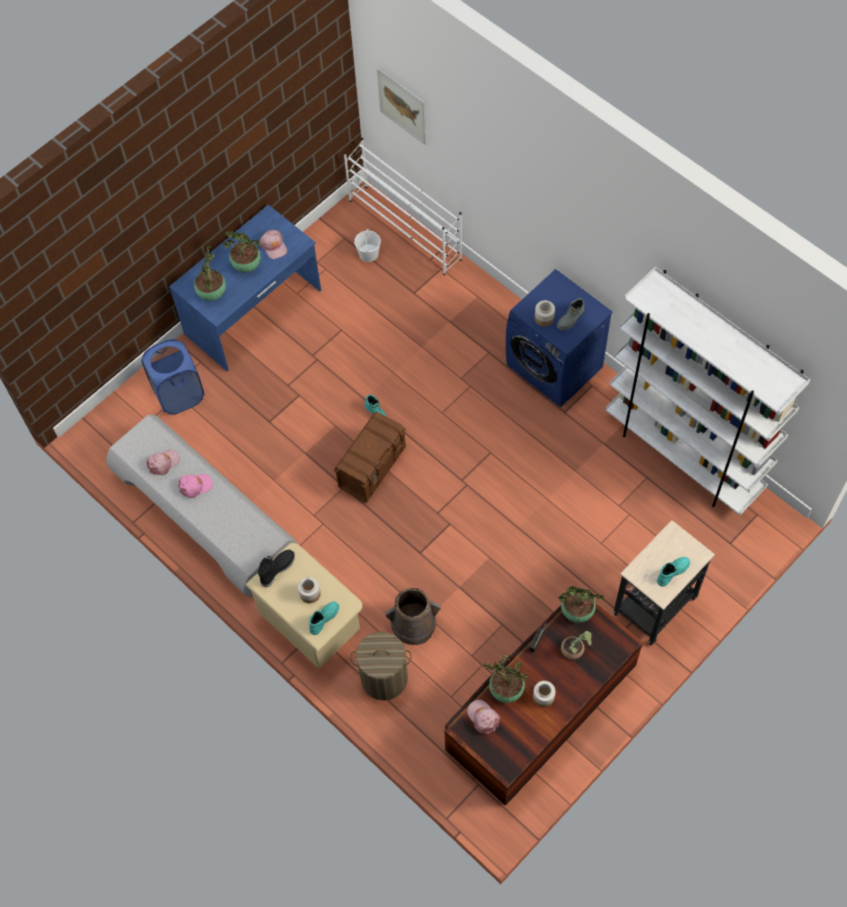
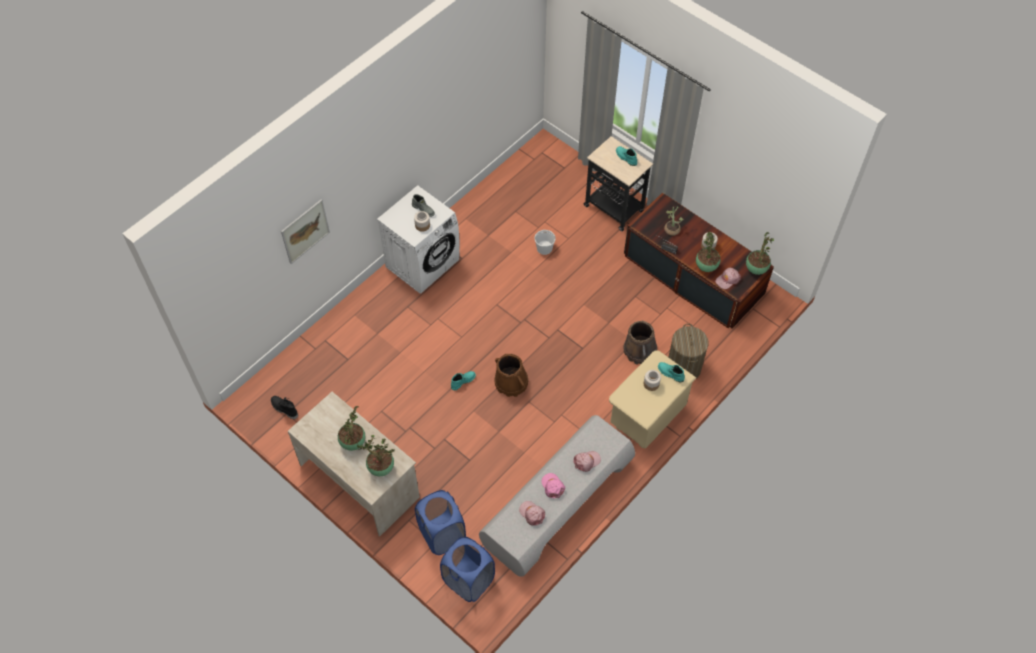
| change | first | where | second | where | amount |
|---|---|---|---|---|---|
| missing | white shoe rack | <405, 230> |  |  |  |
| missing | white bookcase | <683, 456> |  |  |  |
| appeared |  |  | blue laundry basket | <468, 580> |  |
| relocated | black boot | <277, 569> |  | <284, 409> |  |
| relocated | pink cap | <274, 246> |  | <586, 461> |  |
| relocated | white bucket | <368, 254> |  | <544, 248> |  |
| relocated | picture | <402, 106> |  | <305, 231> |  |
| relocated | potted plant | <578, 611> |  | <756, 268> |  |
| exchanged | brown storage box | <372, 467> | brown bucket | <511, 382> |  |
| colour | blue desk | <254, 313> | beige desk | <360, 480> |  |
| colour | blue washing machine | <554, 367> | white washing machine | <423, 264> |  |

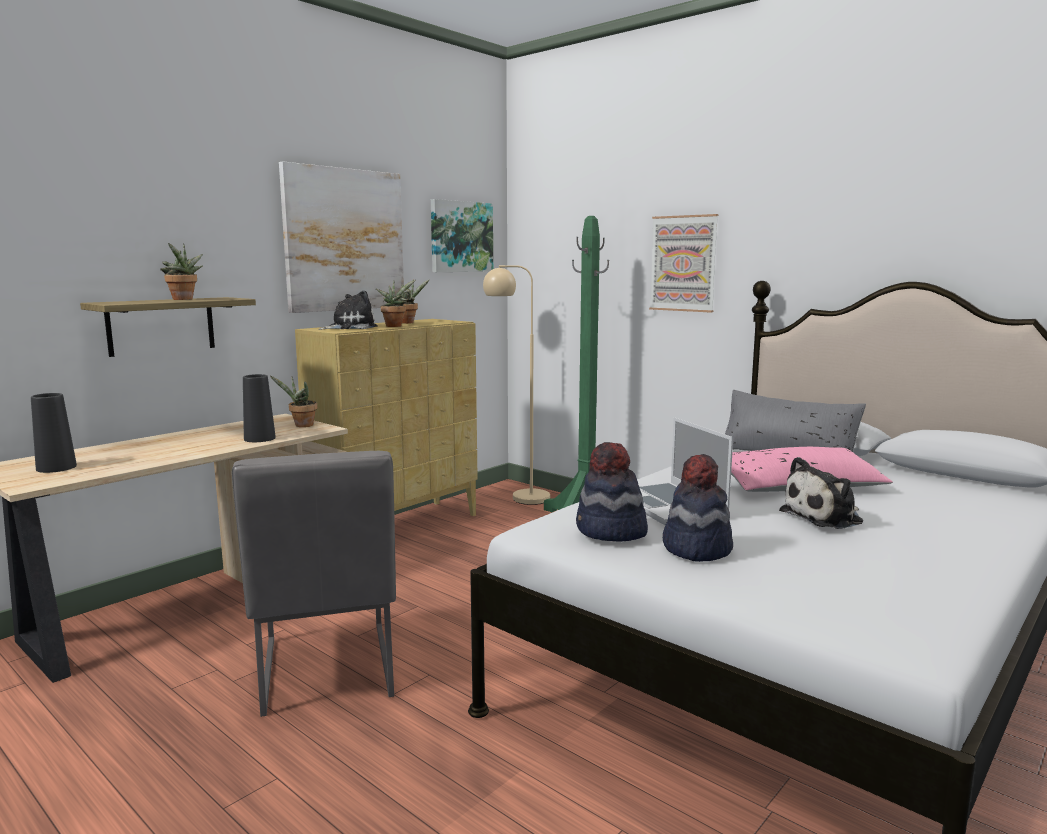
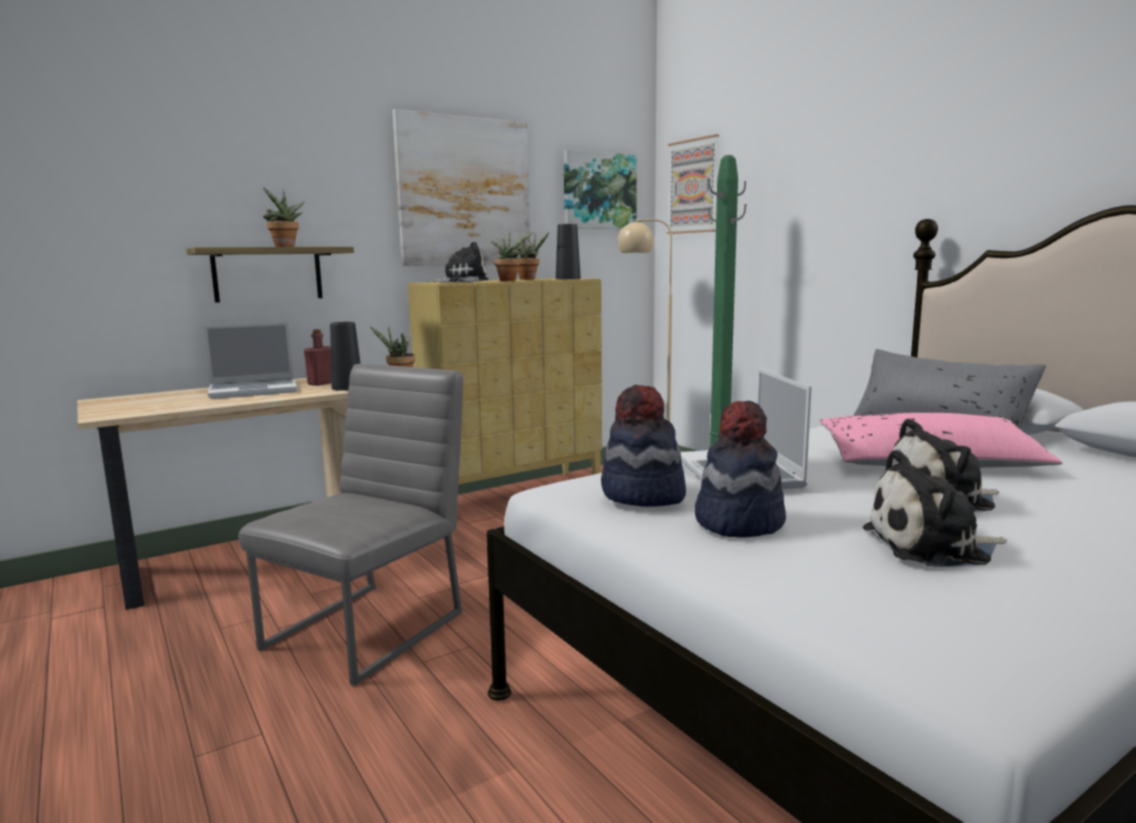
| change | first | where | second | where | amount |
|---|---|---|---|---|---|
| appeared |  |  | laptop | <255, 390> |  |
| appeared |  |  | red bottle | <321, 383> |  |
| appeared |  |  | plush toy | <932, 547> |  |
| relocated | black vase | <56, 467> |  | <568, 279> |  |
| relocated | picture | <683, 263> |  | <693, 186> |  |
| spun | grey chair | <326, 669> |  | <370, 628> | 150 degrees counterclockwise |

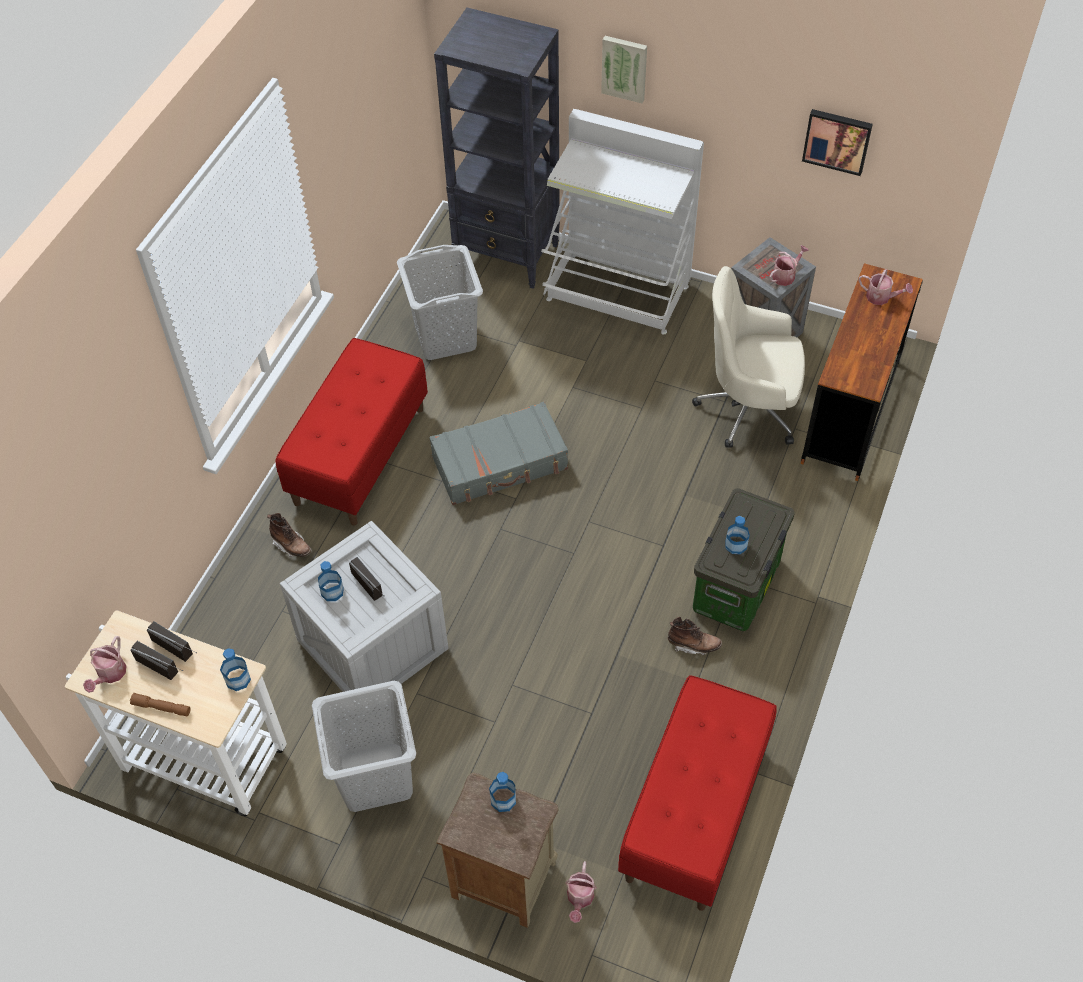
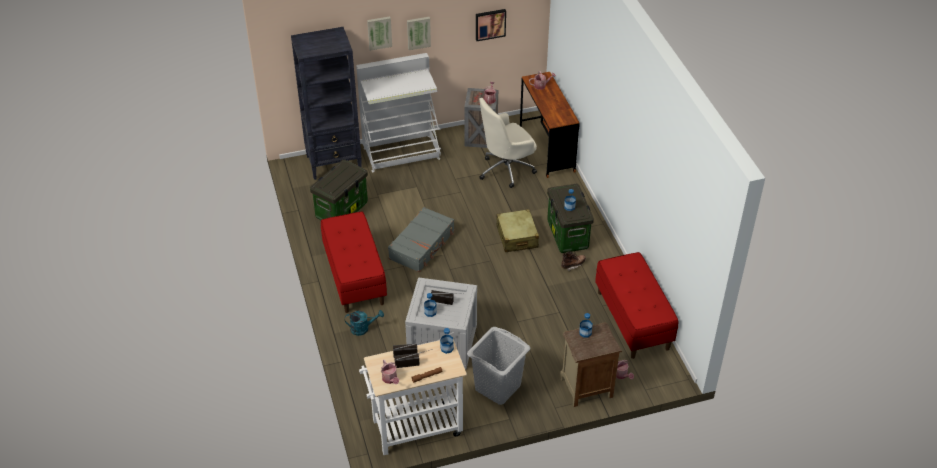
| change | first | where | second | where | amount |
|---|---|---|---|---|---|
| appeared |  |  | picture | <418, 32> |  |
| appeared |  |  | beige suitcase | <517, 237> |  |
| exchanged | brown boot | <291, 545> | turquoise watering can | <363, 328> |  |
| exchanged | grey laundry basket | <446, 337> | storage box | <342, 210> |  |

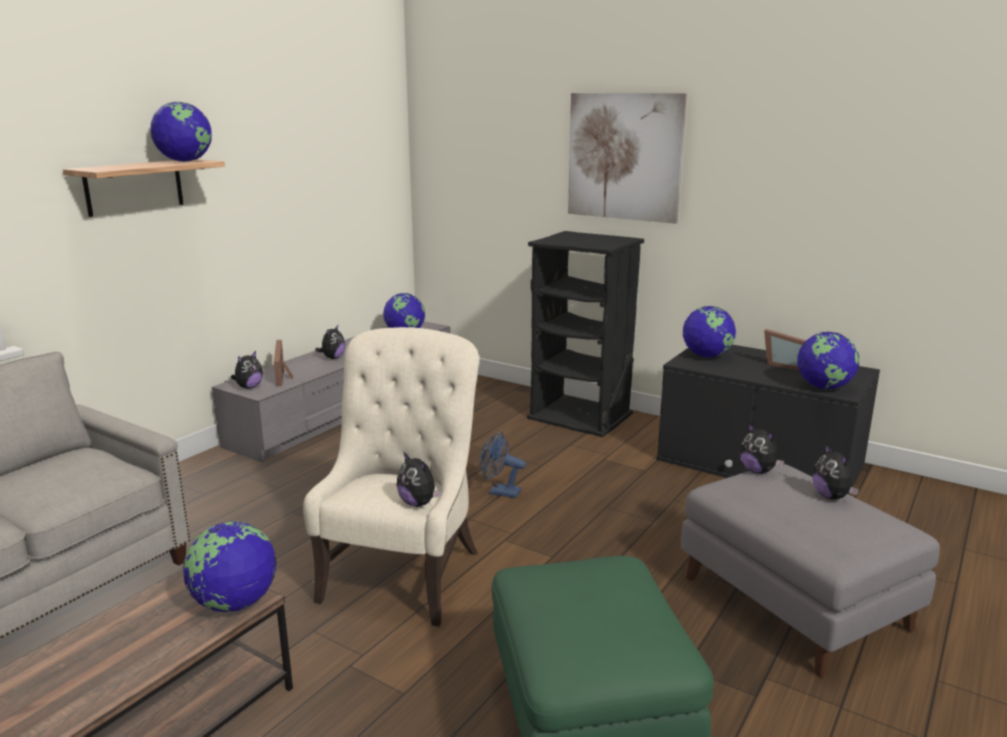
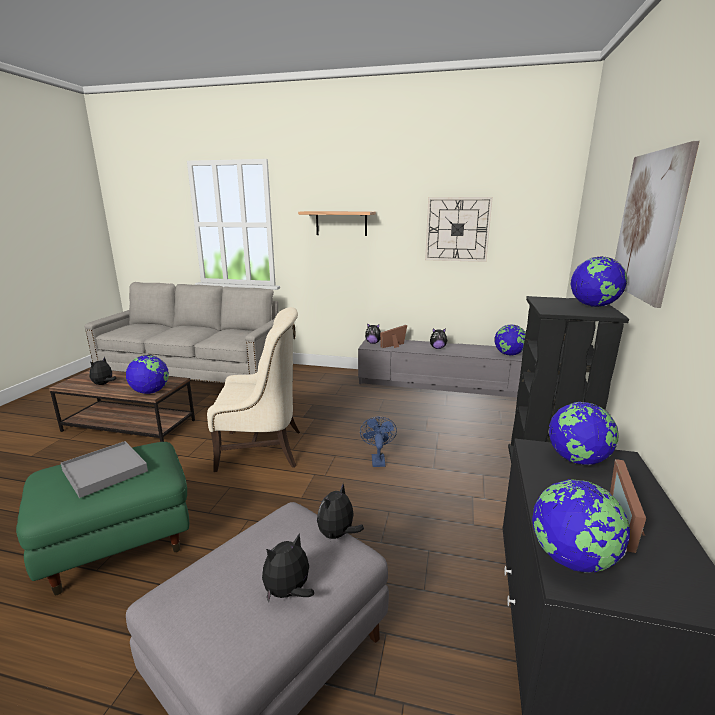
| change | first | where | second | where | amount |
|---|---|---|---|---|---|
| appeared |  |  | grey tray | <105, 471> |  |
| appeared |  |  | wall clock | <457, 229> |  |
| relocated | globe | <185, 161> |  | <593, 306> |  |
| relocated | plush toy | <418, 503> |  | <104, 384> |  |

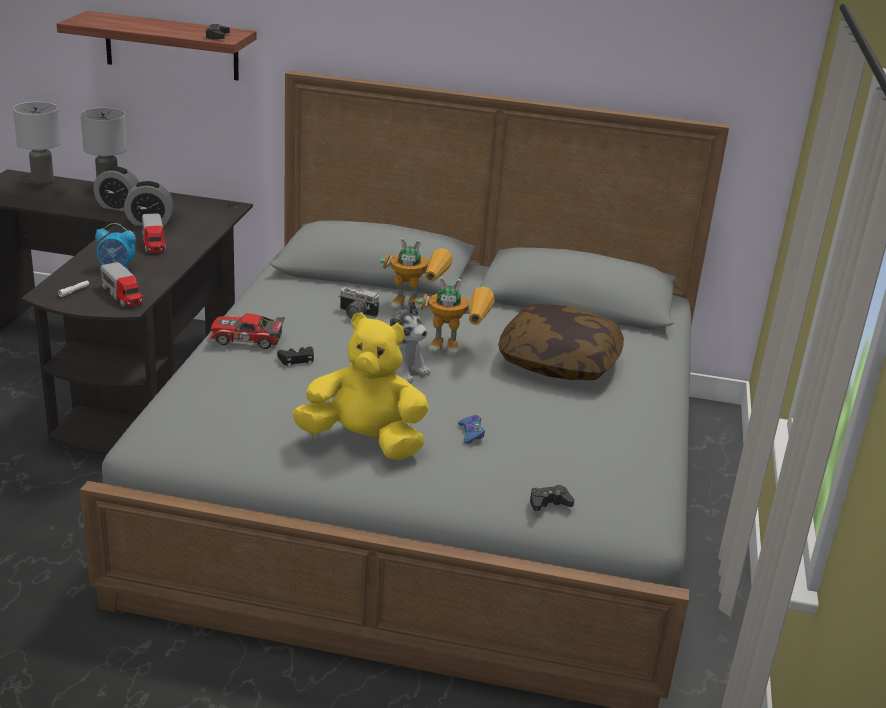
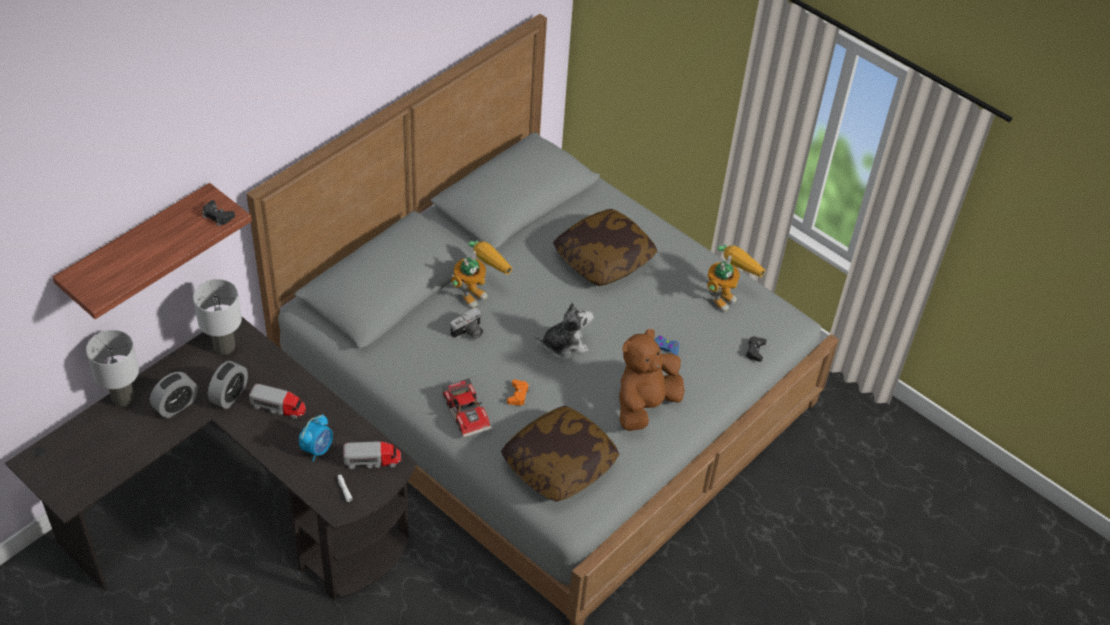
| change | first | where | second | where | amount |
|---|---|---|---|---|---|
| appeared |  |  | pillow | <559, 464> |  |
| relocated | white table lamp | <42, 183> |  | <225, 349> |  |
| relocated | toy robot | <457, 349> |  | <725, 295> |  |
| colour | black game controller | <297, 360> | orange game controller | <518, 395> |  |
| colour | yellow plush toy | <364, 442> | brown plush toy | <645, 405> |  |
| spun | toy car | <245, 340> |  | <468, 412> | 60 degrees counterclockwise |

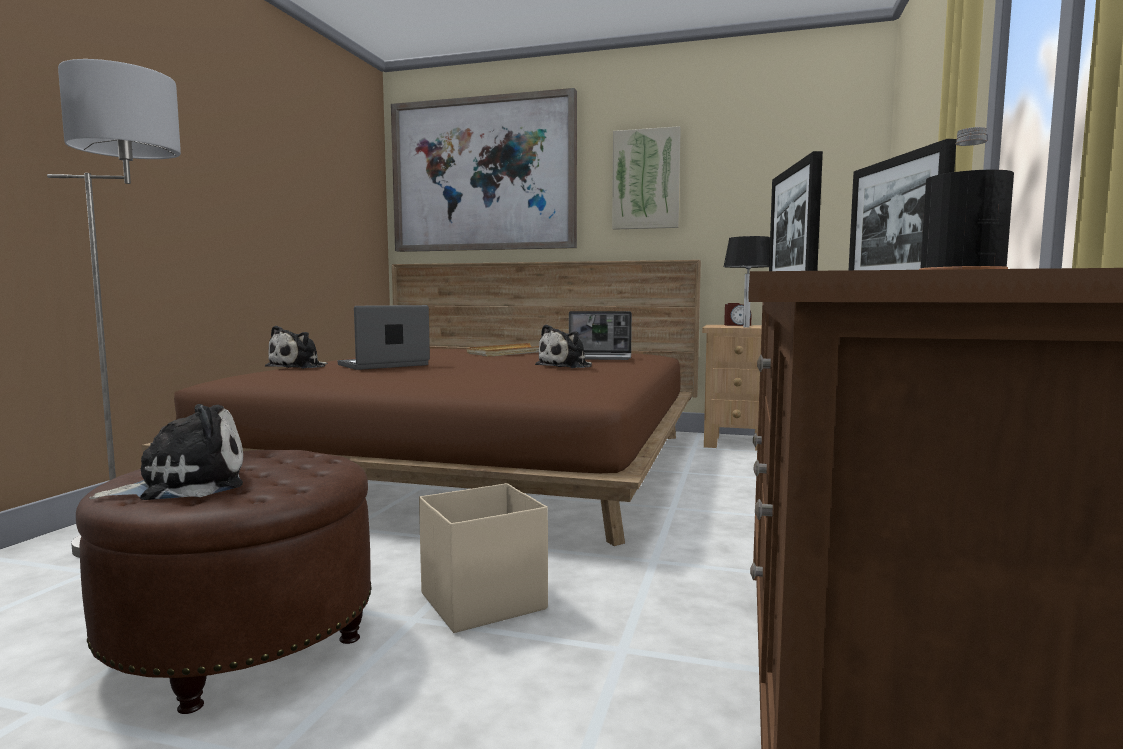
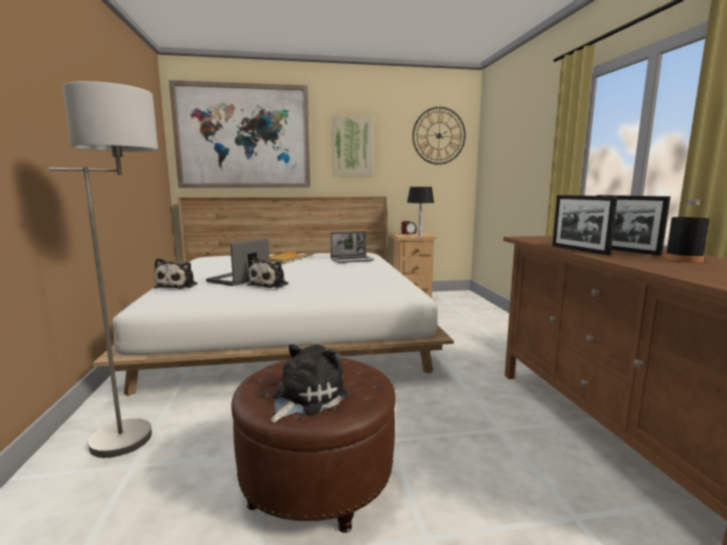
| change | first | where | second | where | amount |
|---|---|---|---|---|---|
| missing | beige storage box | <481, 602> |  |  |  |
| appeared |  |  | wall clock | <439, 136> |  |
| relocated | plush toy | <566, 366> |  | <270, 284> |  |
| colour | brown bed | <478, 463> | white bed | <289, 332> |  |

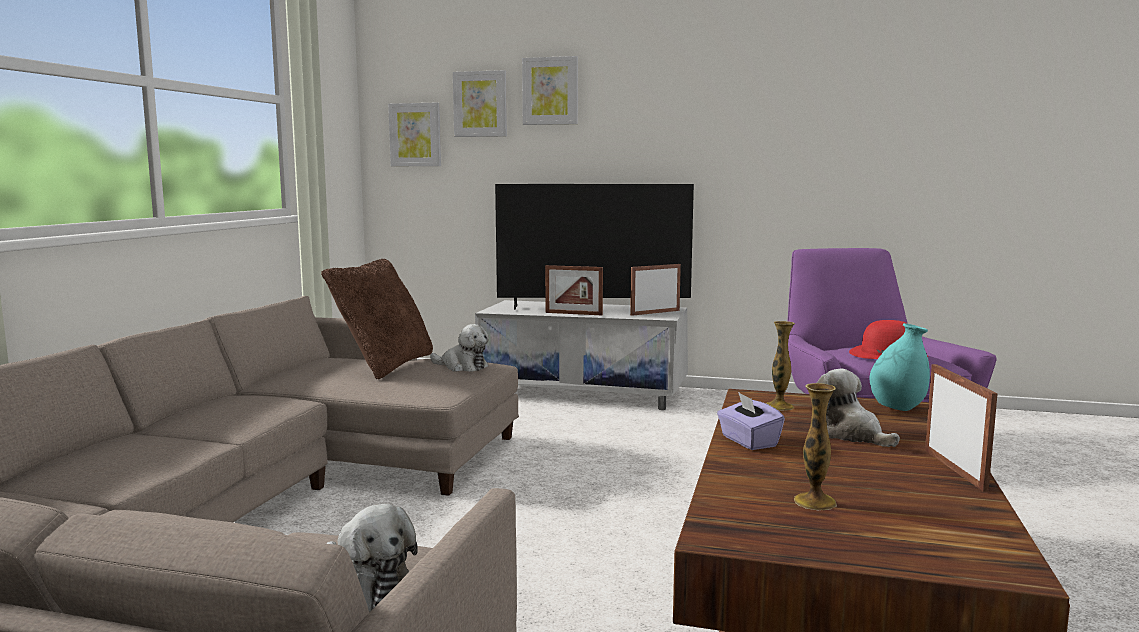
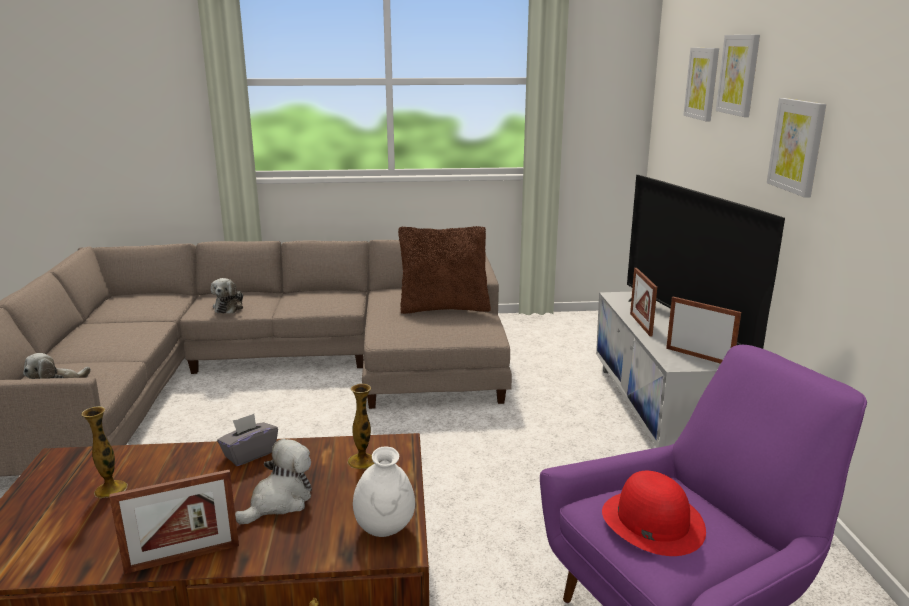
| change | first | where | second | where | amount |
|---|---|---|---|---|---|
| relocated | picture | <415, 135> |  | <797, 146> |  |
| relocated | plush toy | <462, 366> |  | <229, 307> |  |
| colour | purple tissue box | <748, 441> | grey tissue box | <249, 454> |  |
| colour | turquoise vase | <897, 408> | white vase | <384, 529> |  |

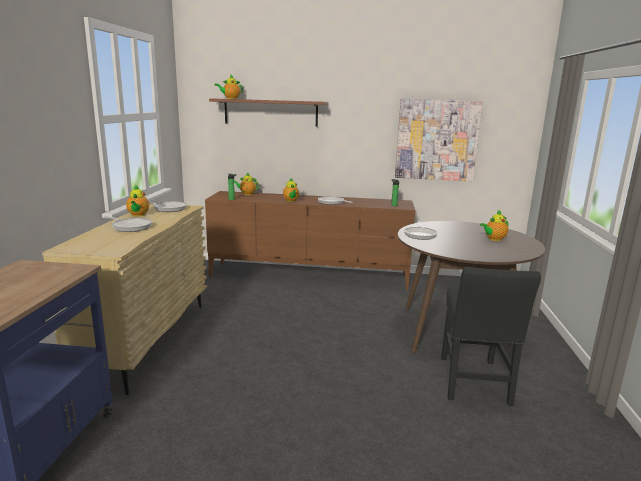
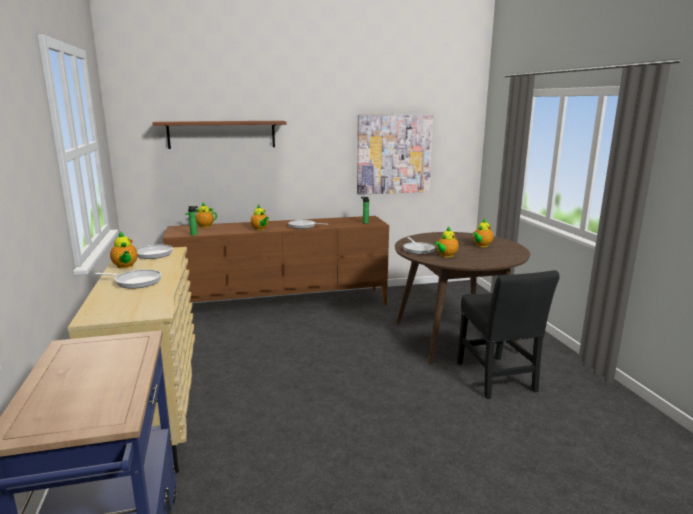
| change | first | where | second | where | amount |
|---|---|---|---|---|---|
| relocated | teapot | <230, 98> |  | <446, 255> |  |

